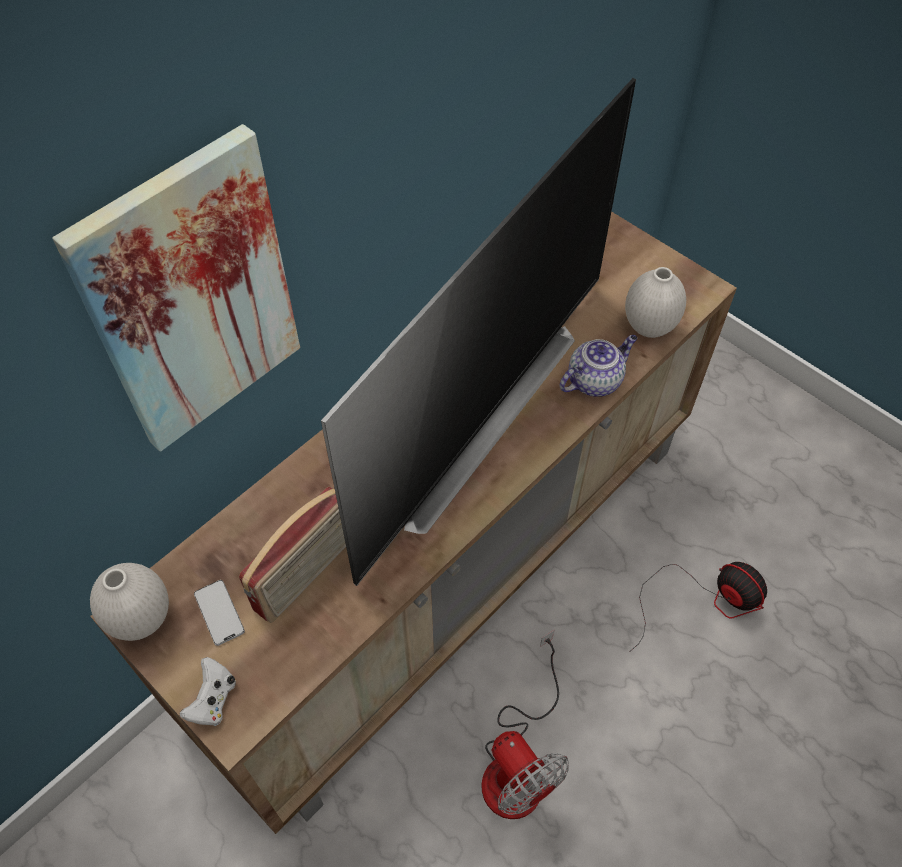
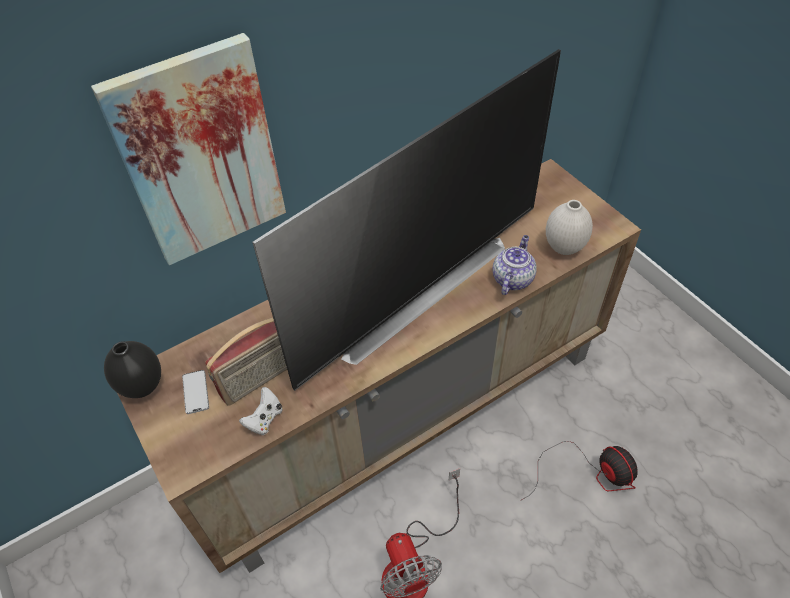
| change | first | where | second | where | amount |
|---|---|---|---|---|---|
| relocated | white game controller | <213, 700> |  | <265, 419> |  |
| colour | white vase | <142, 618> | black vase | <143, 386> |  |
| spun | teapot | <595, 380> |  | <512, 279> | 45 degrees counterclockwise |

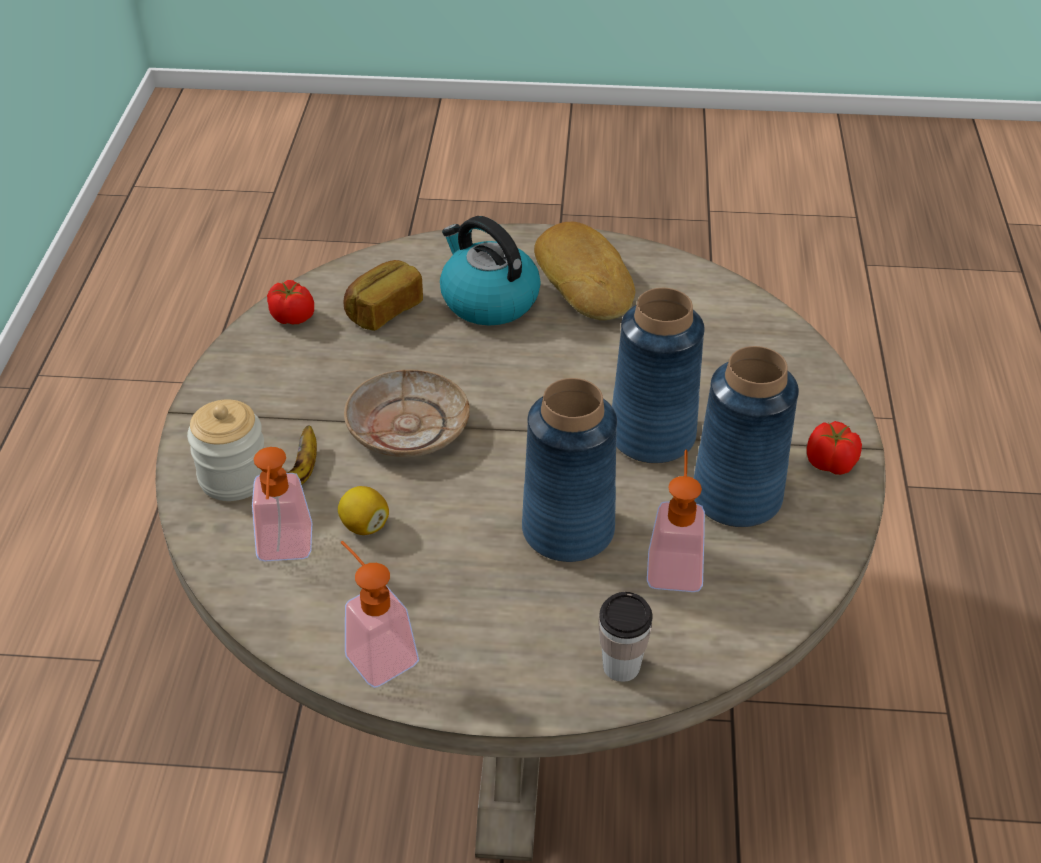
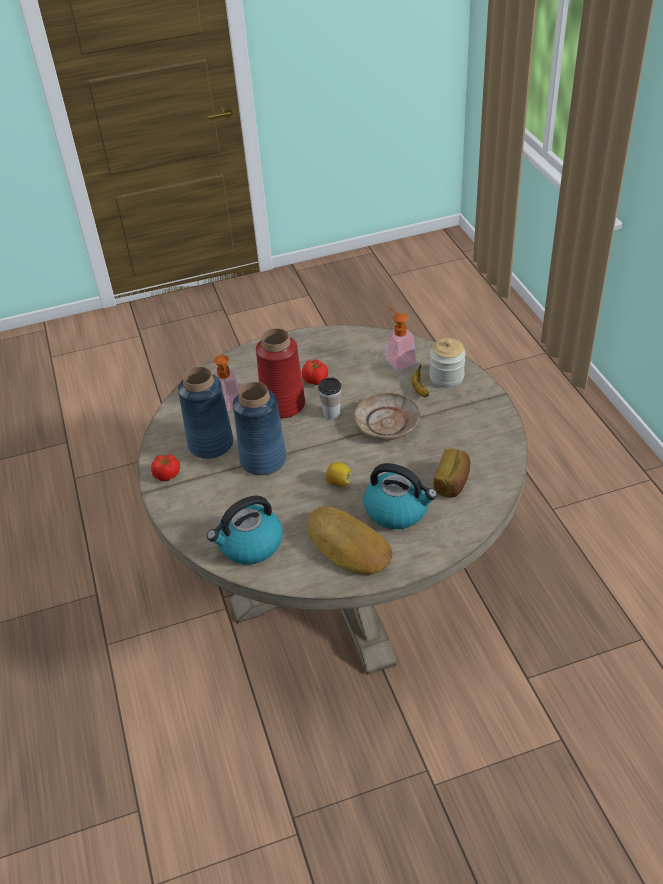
| change | first | where | second | where | amount |
|---|---|---|---|---|---|
| missing | soap dispenser | <375, 651> |  |  |  |
| appeared |  |  | kettle | <249, 545> |  |
| relocated | tomato | <292, 317> |  | <315, 381> |  |
| relocated | lemon | <364, 525> |  | <338, 482> |  |
| relocated | cup | <621, 666> |  | <331, 413> |  |
| colour | blue vase | <568, 529> | red vase | <283, 405> |  |

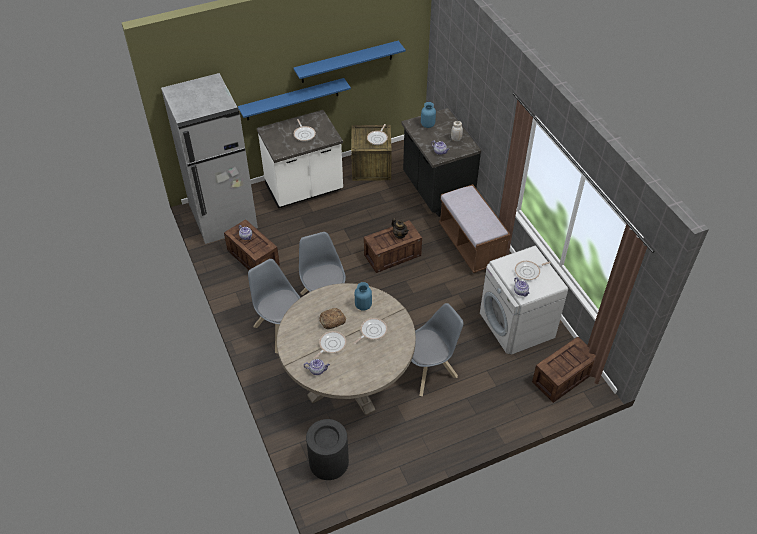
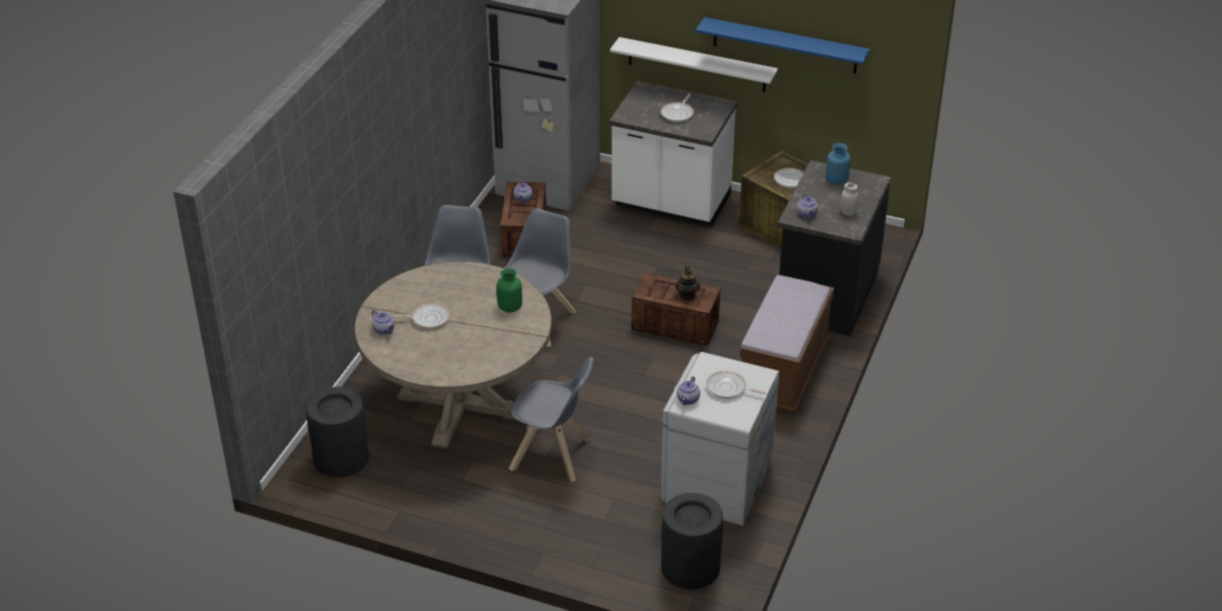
| change | first | where | second | where | amount |
|---|---|---|---|---|---|
| missing | bread | <332, 320> |  |  |  |
| missing | frying pan | <372, 331> |  |  |  |
| exchanged | crate | <562, 378> | black trash can | <690, 567> |  |
| colour | blue shelf | <292, 99> | white shelf | <697, 65> |  |
| colour | blue vase | <363, 305> | green vase | <510, 307> |  |

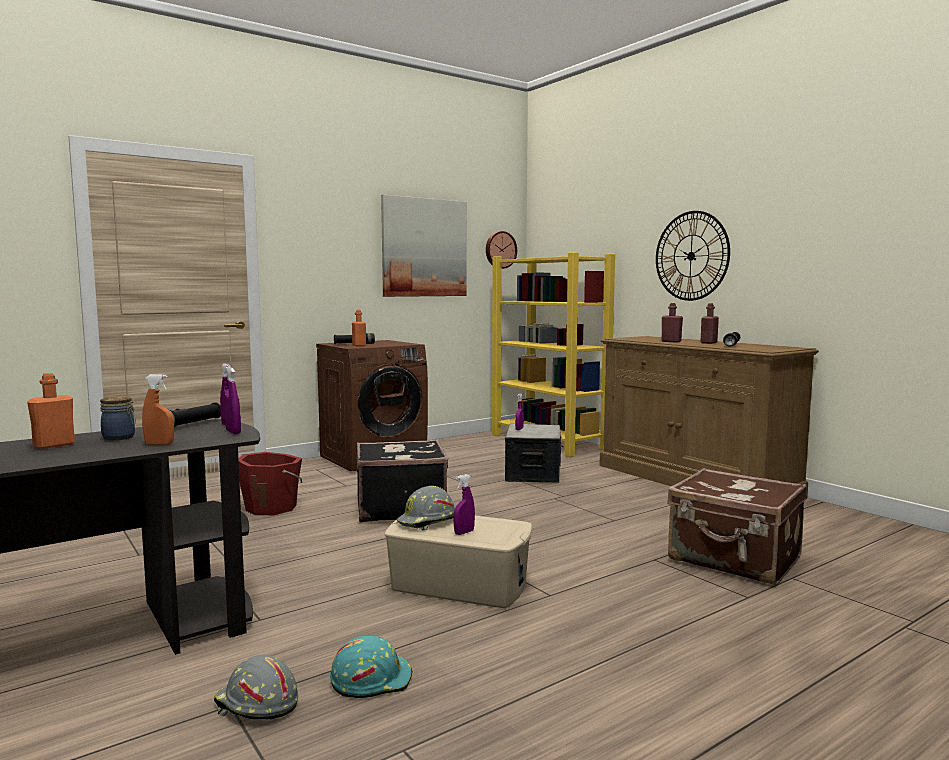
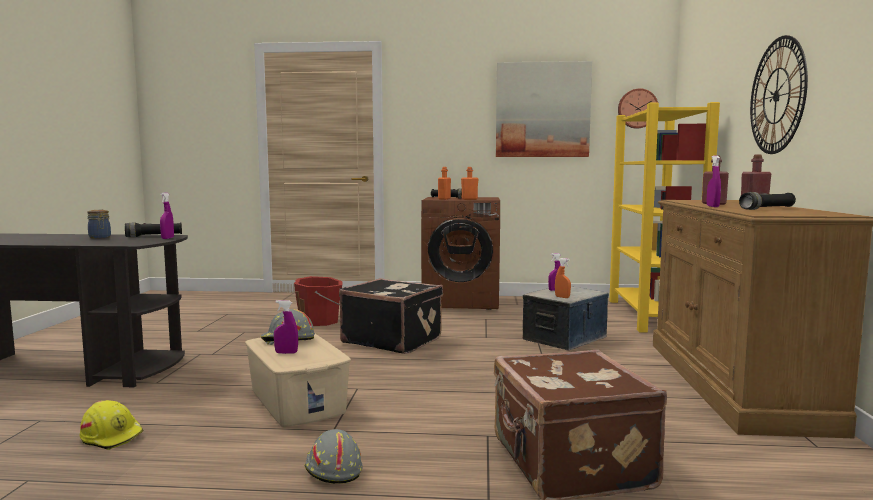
| change | first | where | second | where | amount |
|---|---|---|---|---|---|
| relocated | orange bottle | <54, 445> |  | <469, 199> |  |
| relocated | orange spray bottle | <159, 444> |  | <562, 297> |  |
| relocated | grey hard hat | <256, 705> |  | <332, 469> |  |
| relocated | purple spray bottle | <233, 432> |  | <712, 206> |  |
| colour | turquoise hard hat | <371, 680> | yellow hard hat | <112, 436> |  |

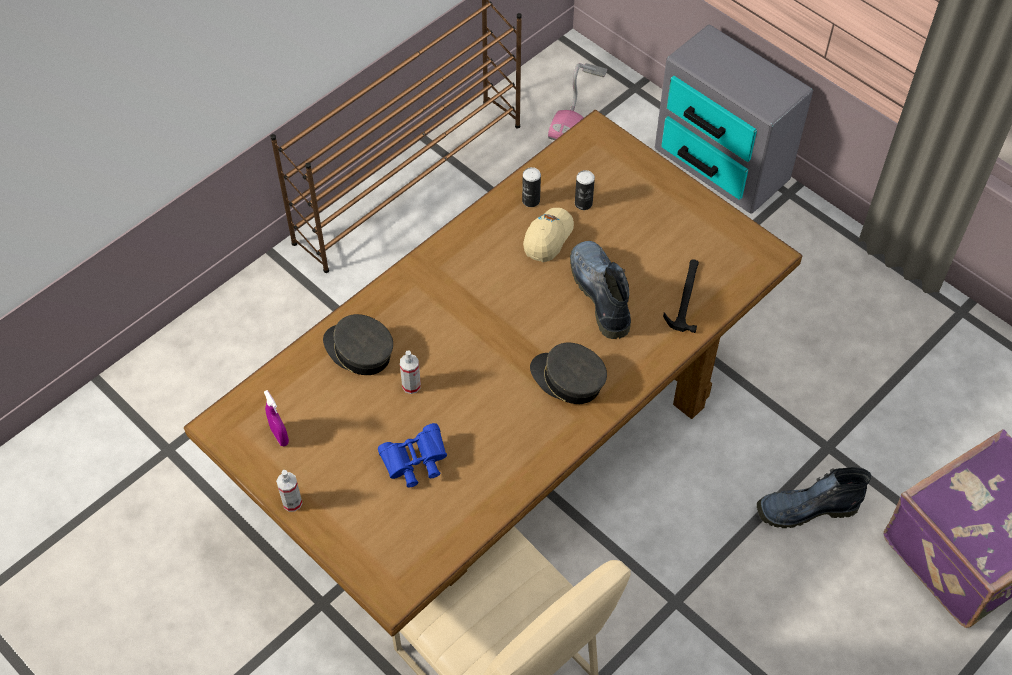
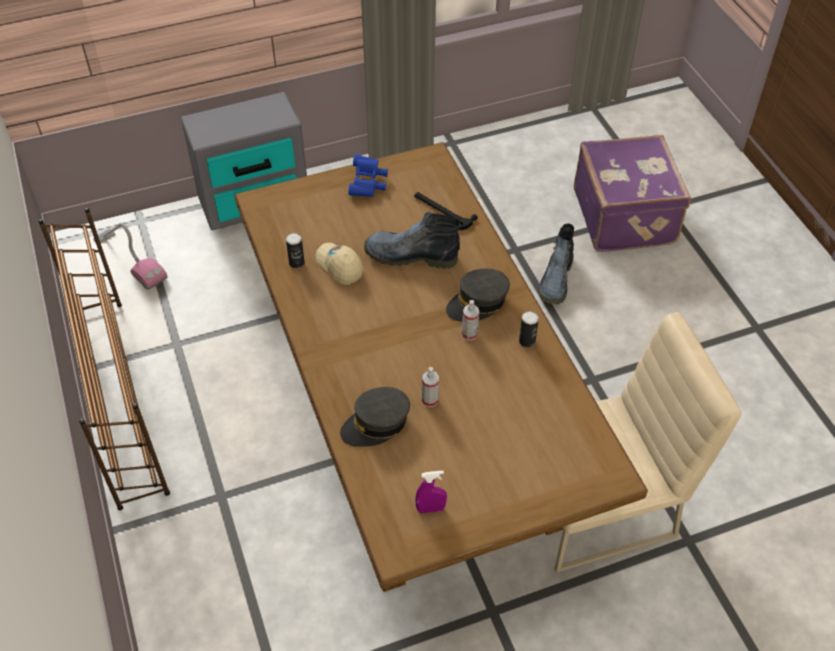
| change | first | where | second | where | amount |
|---|---|---|---|---|---|
| relocated | spray bottle | <292, 503> |  | <469, 334> |  |
| relocated | blue binoculars | <415, 463> |  | <368, 184> |  |
| relocated | can | <583, 203> |  | <527, 341> |  |

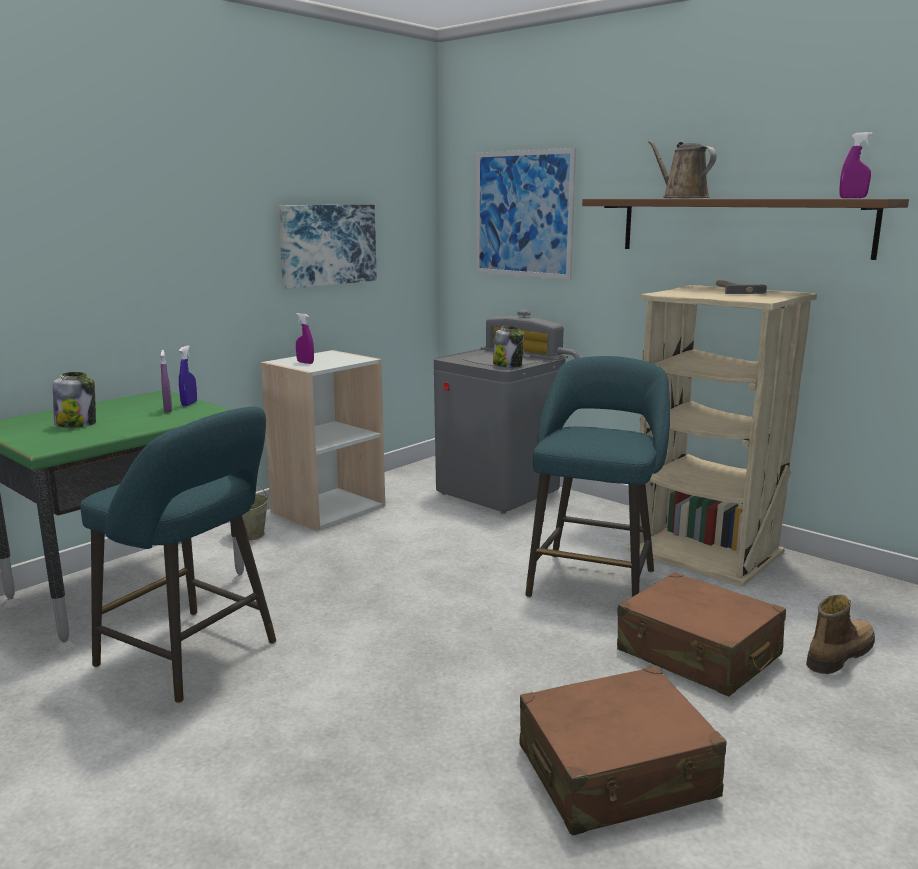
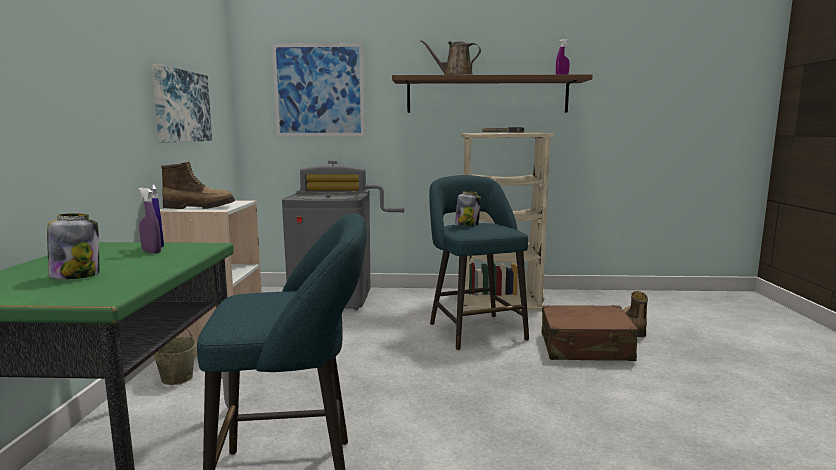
| change | first | where | second | where | amount |
|---|---|---|---|---|---|
| missing | brown suitcase | <616, 773> |  |  |  |
| relocated | jar | <508, 365> |  | <467, 224> |  |
| exchanged | purple spray bottle | <305, 362> | boot | <200, 207> |  |

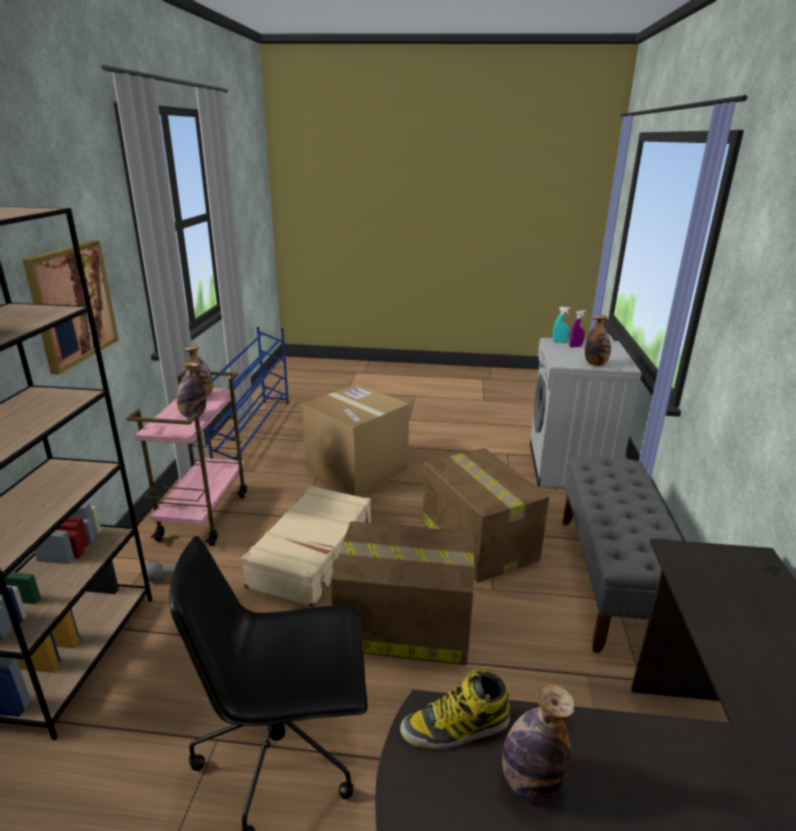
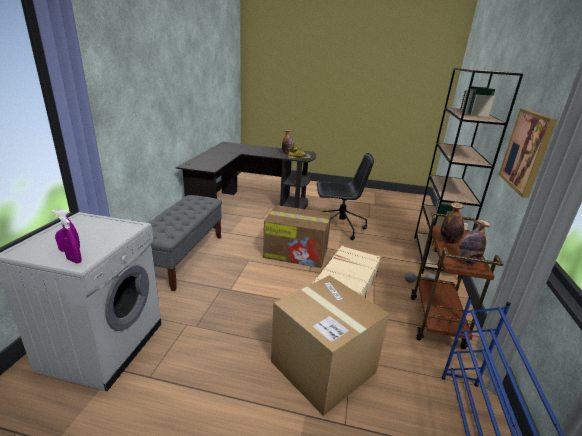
| change | first | where | second | where | amount |
|---|---|---|---|---|---|
| missing | cardboard box | <477, 539> |  |  |  |
| missing | bottle | <595, 364> |  |  |  |
| colour | pink cart | <205, 515> | brown cart | <435, 324> |  |
| colour | turquoise spray bottle | <559, 342> | purple spray bottle | <74, 260> |  |

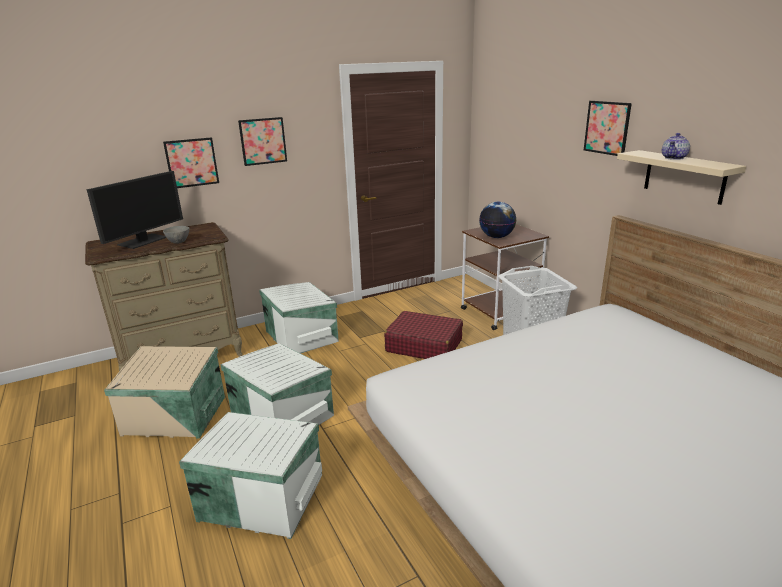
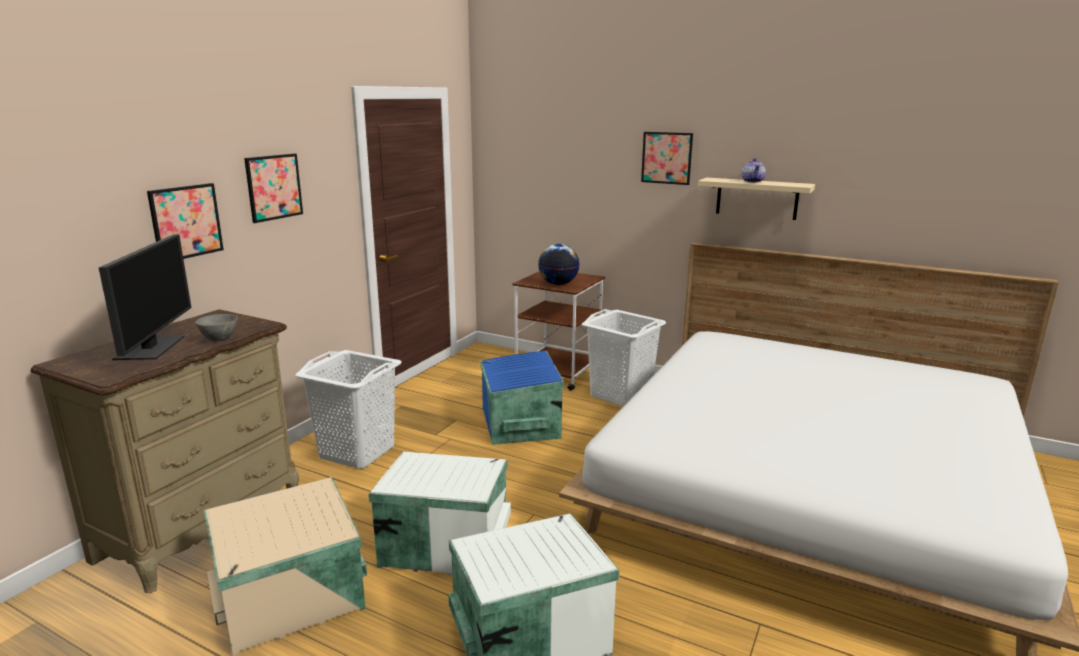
| change | first | where | second | where | amount |
|---|---|---|---|---|---|
| exchanged | white storage box | <302, 335> | white laundry basket | <357, 452> |  |
| exchanged | red suitcase | <423, 346> | blue storage box | <519, 423> |  |

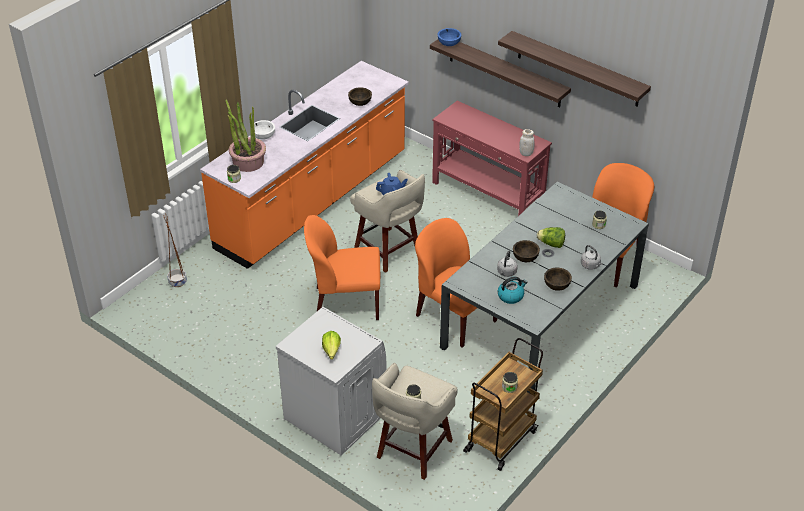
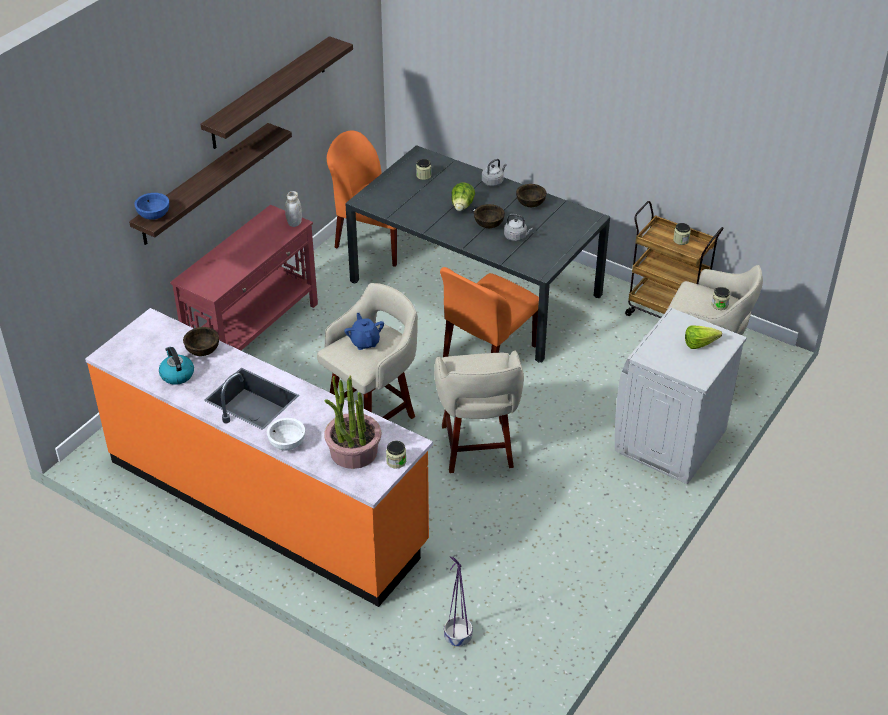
| change | first | where | second | where | amount |
|---|---|---|---|---|---|
| relocated | kettle | <511, 296> |  | <177, 375> |  |
| exchanged | orange chair | <345, 303> | beige stool | <477, 450> |  |
| colour | brown planter | <177, 281> | purple planter | <457, 637> |  |

